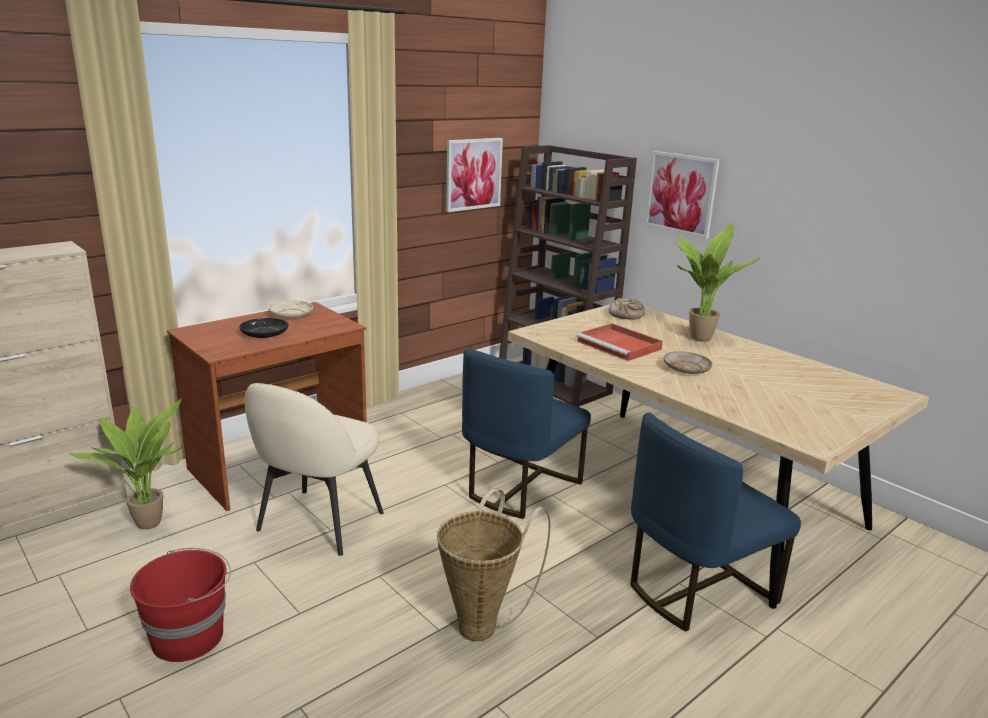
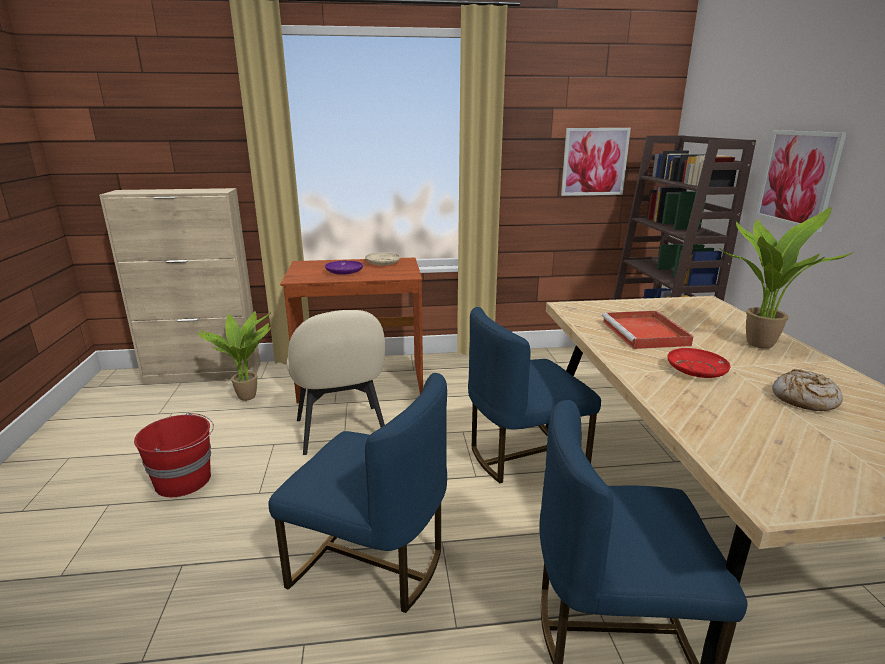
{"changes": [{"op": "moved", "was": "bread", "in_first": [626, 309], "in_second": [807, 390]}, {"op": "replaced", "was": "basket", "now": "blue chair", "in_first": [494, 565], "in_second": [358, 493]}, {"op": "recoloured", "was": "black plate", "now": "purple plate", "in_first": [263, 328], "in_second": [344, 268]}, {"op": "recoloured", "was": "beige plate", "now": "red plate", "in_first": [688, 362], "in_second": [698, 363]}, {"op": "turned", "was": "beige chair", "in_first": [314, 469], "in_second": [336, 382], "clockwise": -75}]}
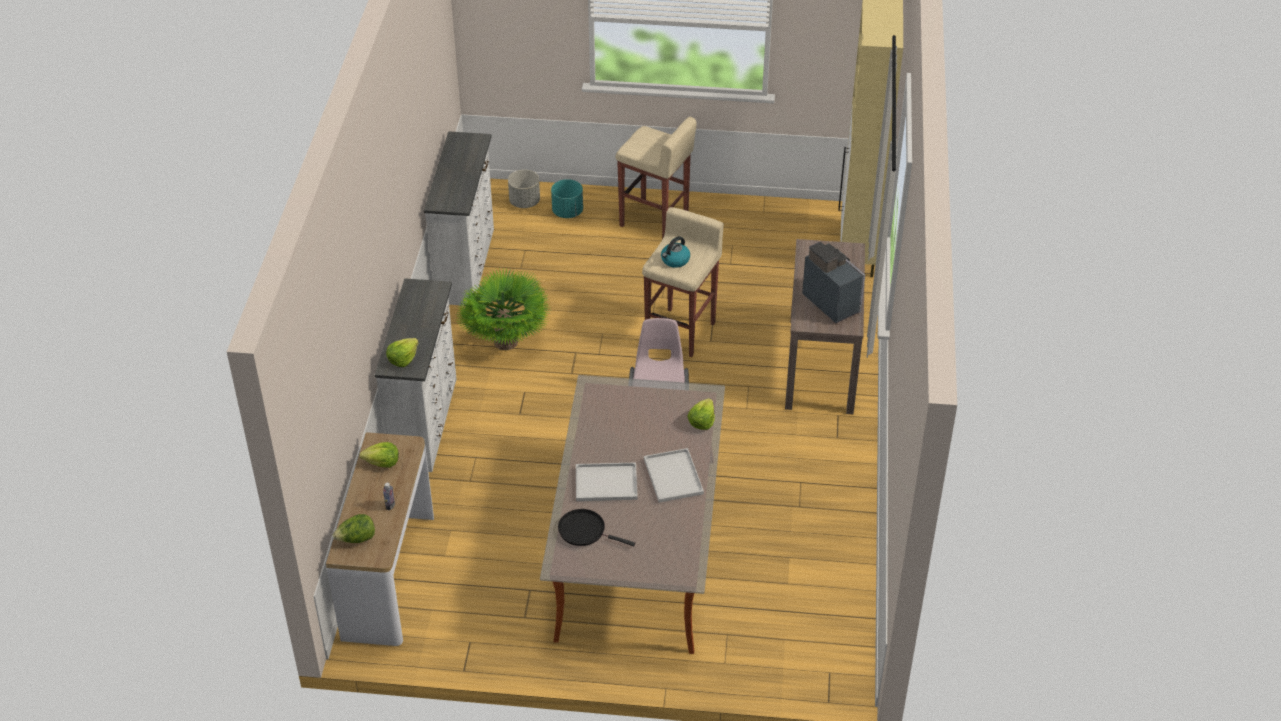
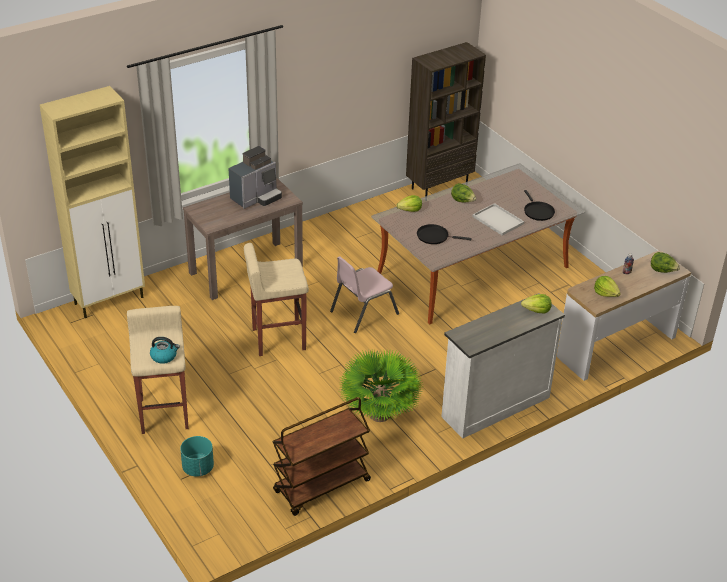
{"changes": [{"op": "removed", "was": "grey planter", "in_first": [524, 189]}, {"op": "added", "now": "brown bookcase", "in_second": [446, 119]}, {"op": "added", "now": "black frying pan", "in_second": [444, 234]}, {"op": "moved", "was": "kettle", "in_first": [675, 252], "in_second": [165, 350]}, {"op": "replaced", "was": "white dresser", "now": "brown cart", "in_first": [459, 218], "in_second": [322, 456]}, {"op": "replaced", "was": "white tray", "now": "lettuce", "in_first": [674, 475], "in_second": [463, 193]}, {"op": "turned", "was": "coffee machine", "in_first": [833, 282], "in_second": [255, 177], "clockwise": -150}]}
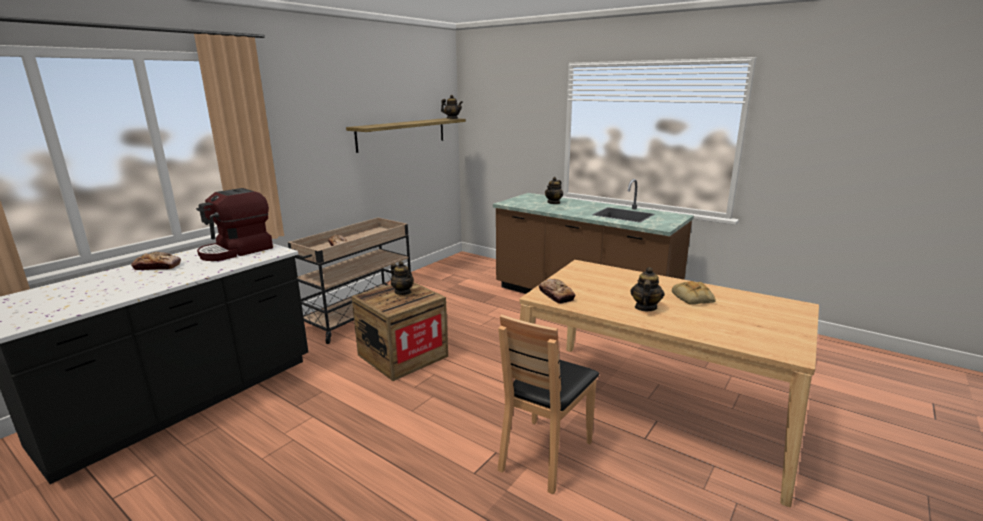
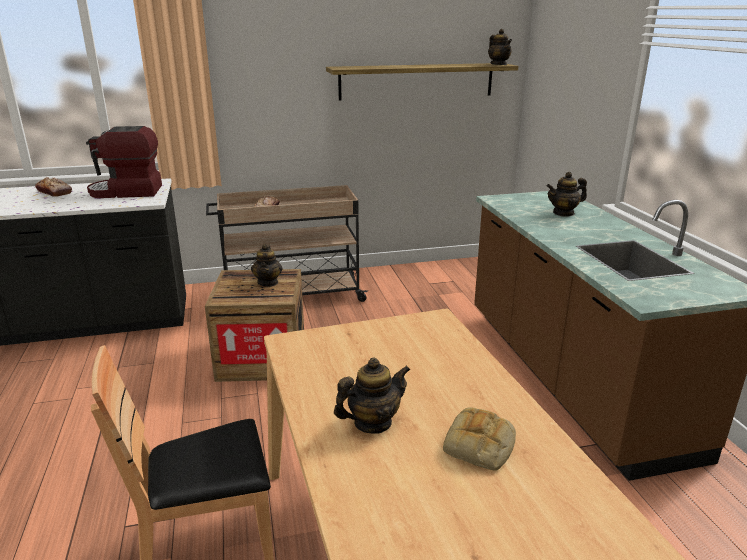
{"changes": [{"op": "removed", "was": "bread", "in_first": [557, 291]}]}
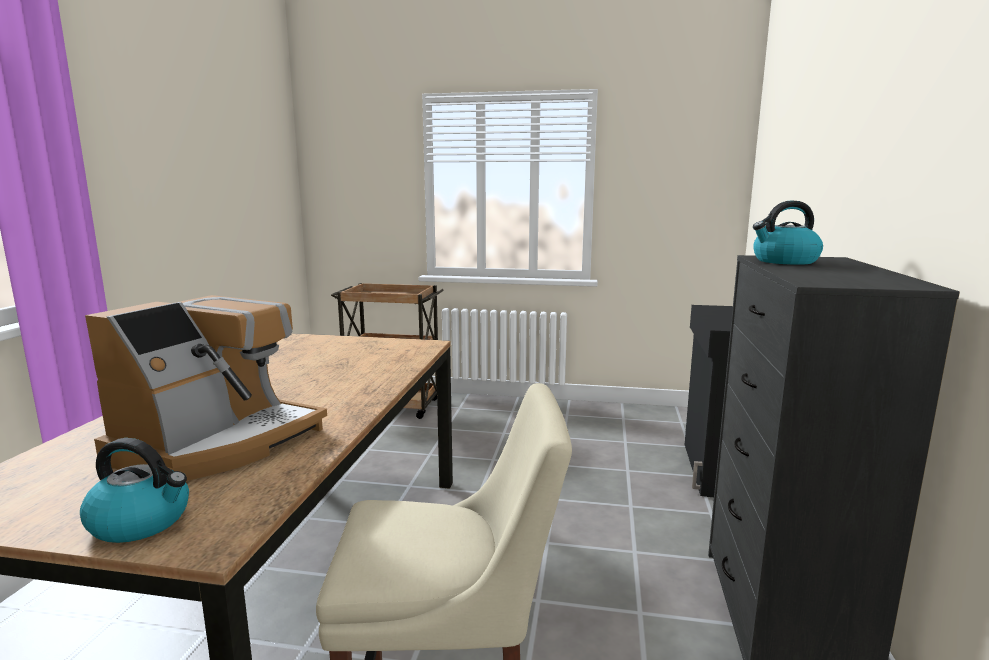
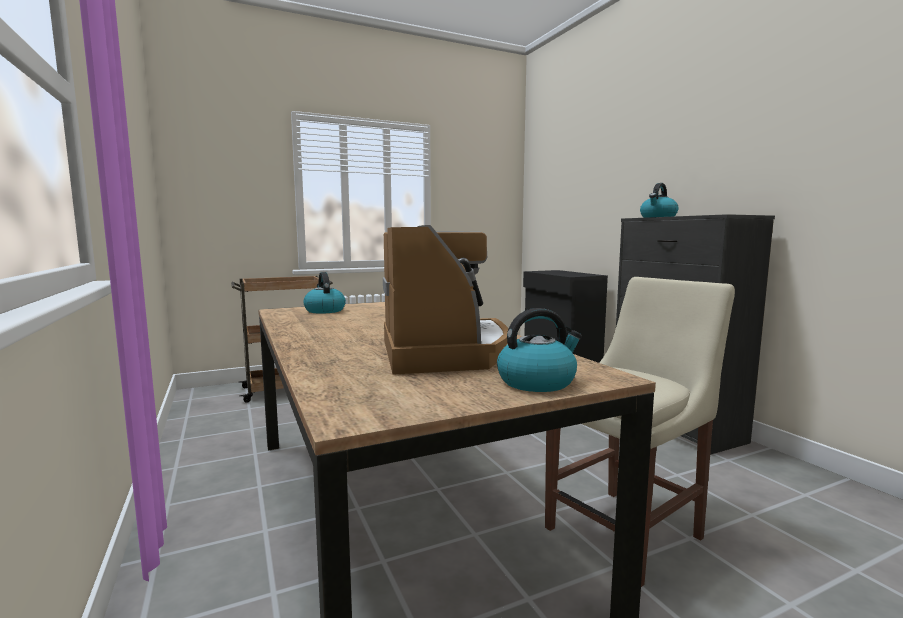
{"changes": [{"op": "added", "now": "kettle", "in_second": [324, 293]}]}
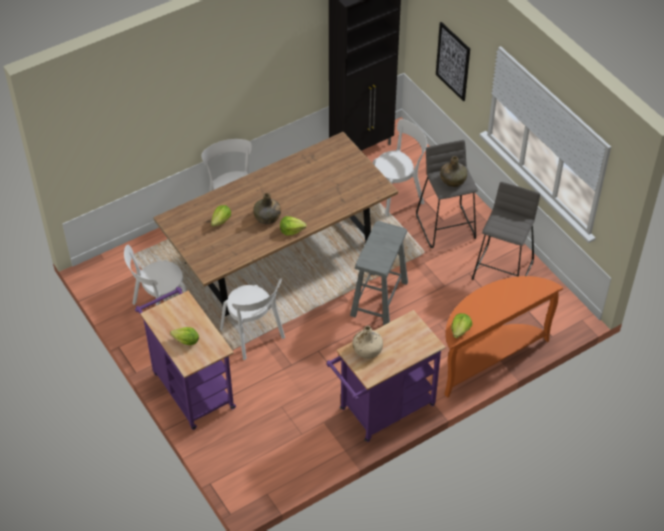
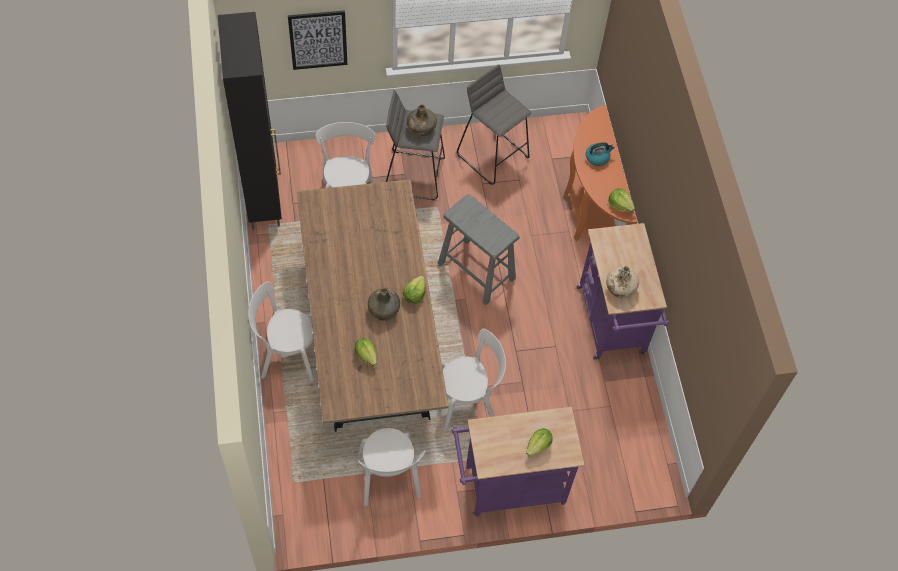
{"changes": [{"op": "added", "now": "kettle", "in_second": [600, 154]}]}
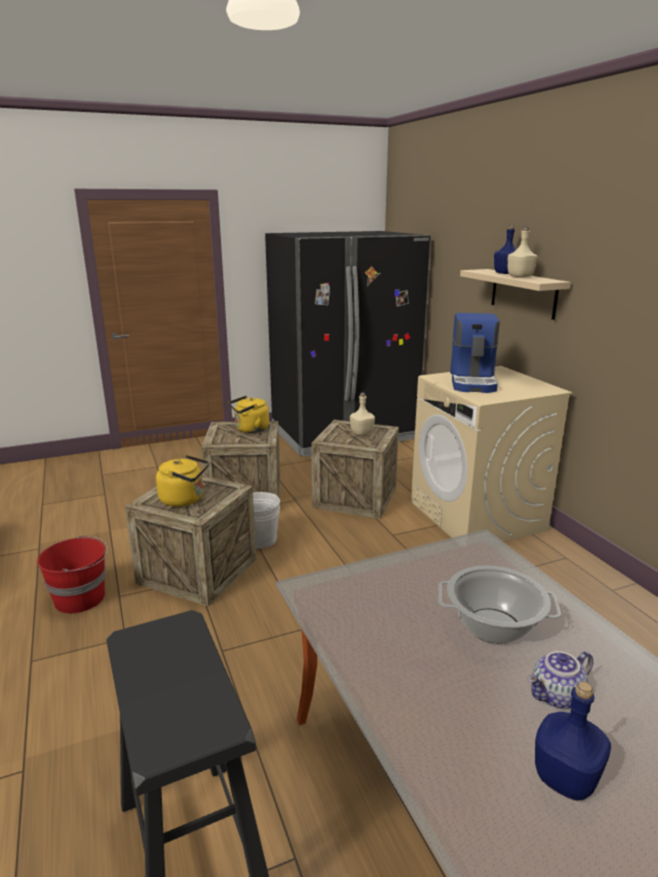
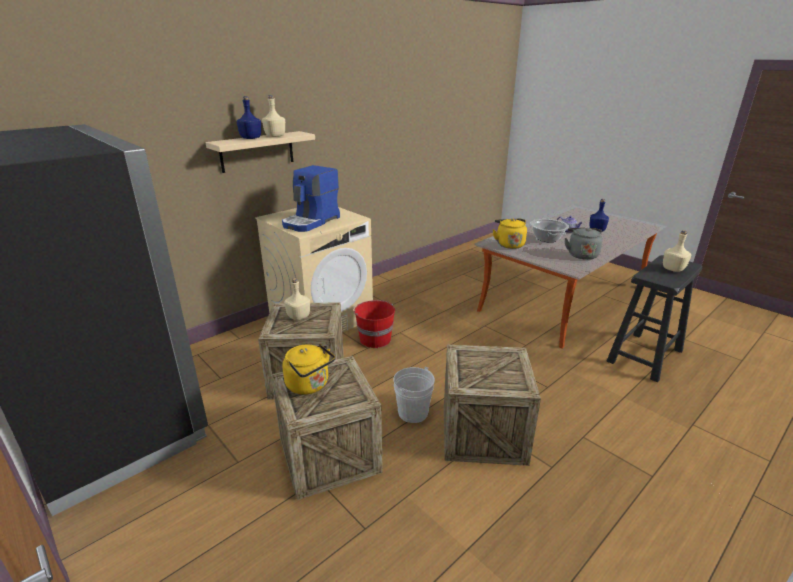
{"changes": [{"op": "added", "now": "grey kettle", "in_second": [583, 244]}, {"op": "added", "now": "beige bottle", "in_second": [677, 251]}, {"op": "moved", "was": "red bucket", "in_first": [72, 575], "in_second": [374, 324]}, {"op": "moved", "was": "yellow kettle", "in_first": [182, 481], "in_second": [509, 234]}, {"op": "turned", "was": "coffee machine", "in_first": [475, 353], "in_second": [311, 198], "clockwise": 135}]}
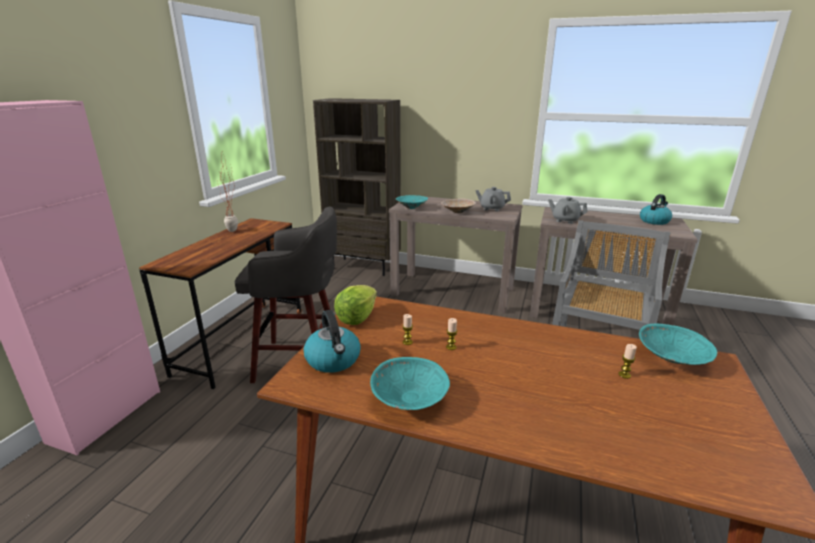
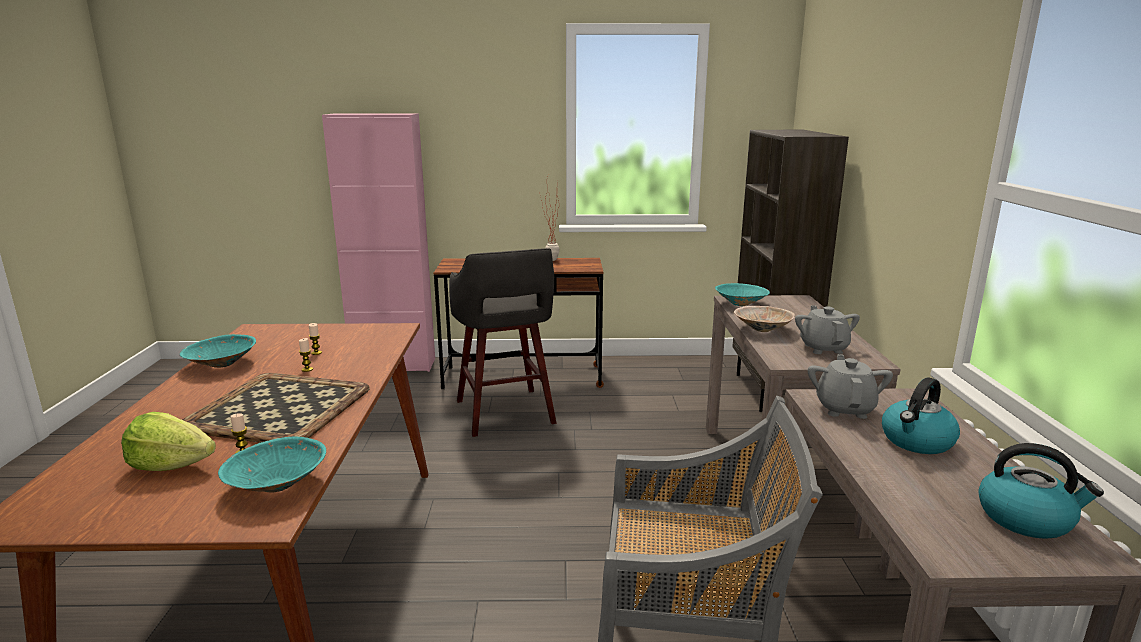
{"changes": [{"op": "added", "now": "tray", "in_second": [276, 408]}, {"op": "moved", "was": "kettle", "in_first": [332, 341], "in_second": [921, 415]}, {"op": "moved", "was": "lettuce", "in_first": [355, 305], "in_second": [168, 441]}]}
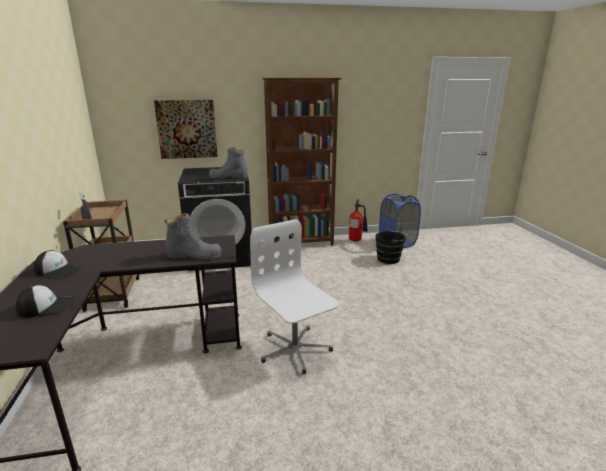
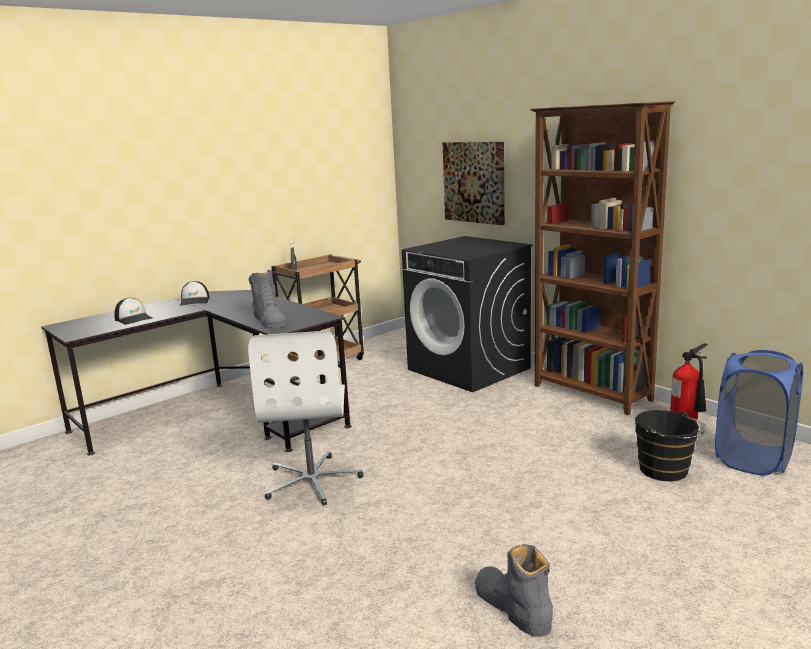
{"changes": [{"op": "moved", "was": "grey boot", "in_first": [228, 163], "in_second": [514, 590]}, {"op": "turned", "was": "white office chair", "in_first": [294, 296], "in_second": [305, 418], "clockwise": 150}]}
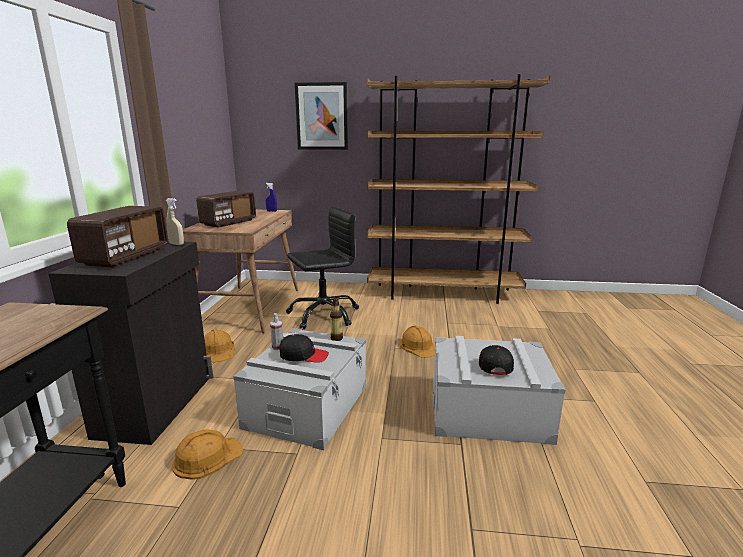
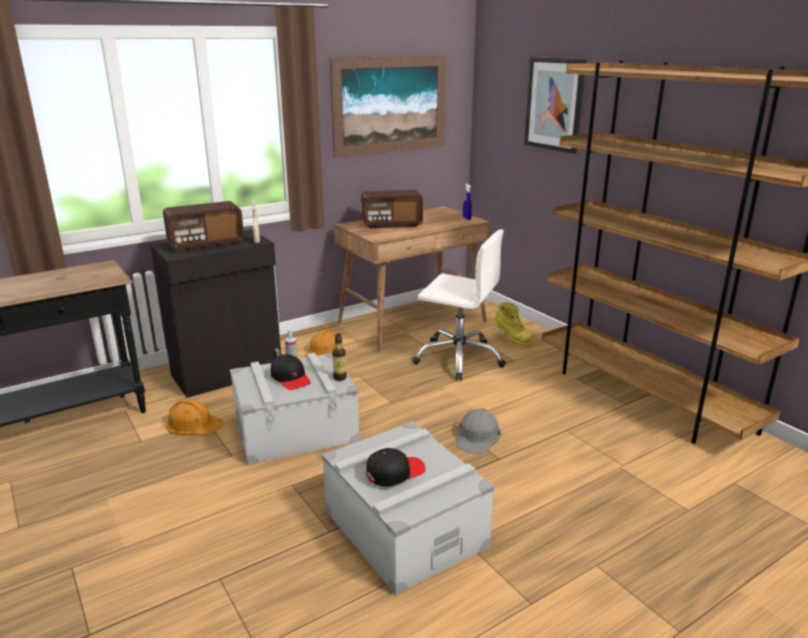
{"changes": [{"op": "added", "now": "picture", "in_second": [387, 106]}, {"op": "added", "now": "yellow boot", "in_second": [514, 324]}, {"op": "recoloured", "was": "black office chair", "now": "white office chair", "in_first": [322, 267], "in_second": [459, 304]}, {"op": "recoloured", "was": "orange hard hat", "now": "grey hard hat", "in_first": [417, 341], "in_second": [479, 431]}]}
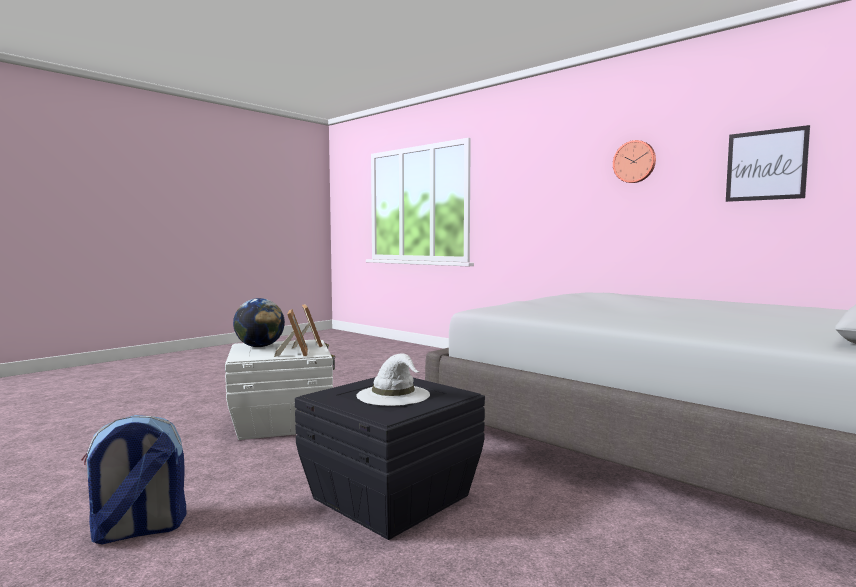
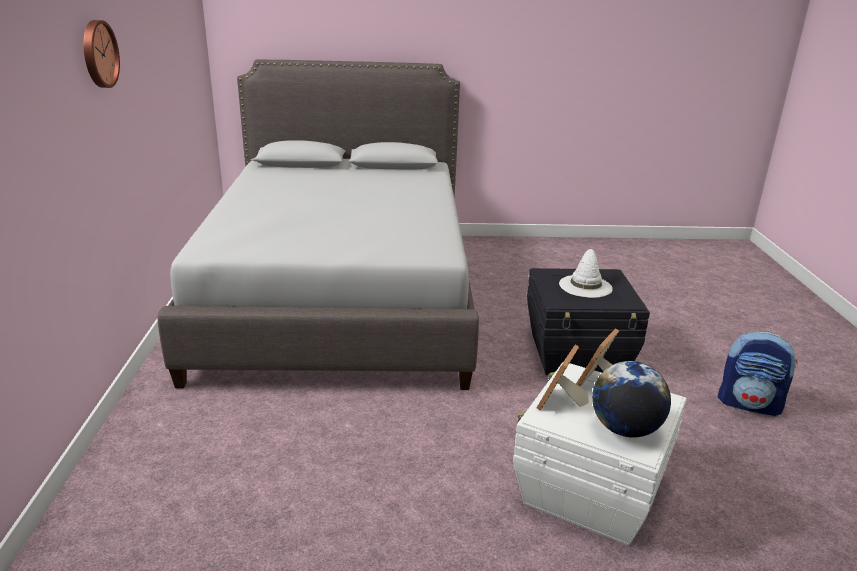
{"changes": [{"op": "removed", "was": "picture", "in_first": [768, 163]}]}
